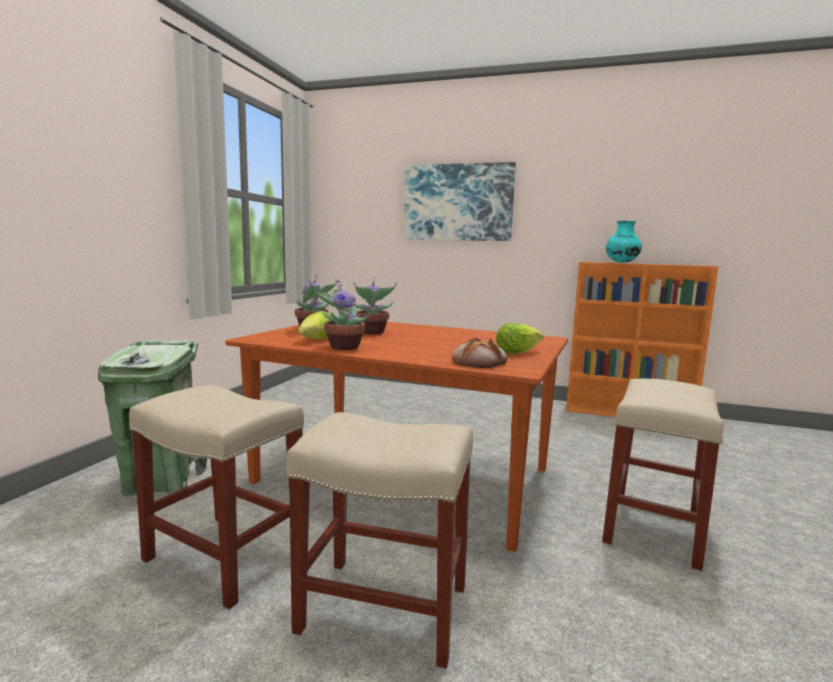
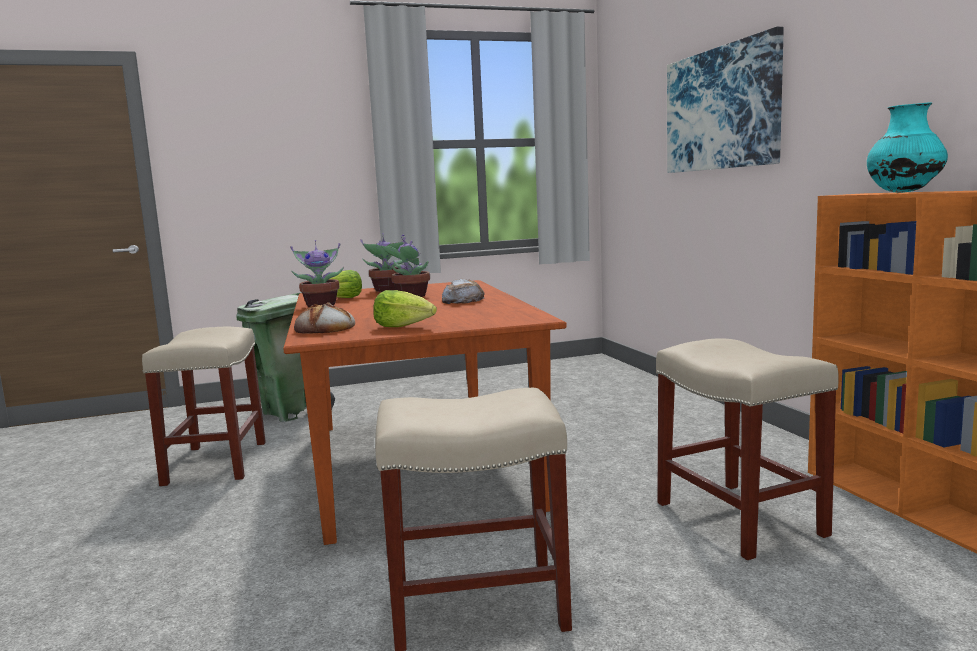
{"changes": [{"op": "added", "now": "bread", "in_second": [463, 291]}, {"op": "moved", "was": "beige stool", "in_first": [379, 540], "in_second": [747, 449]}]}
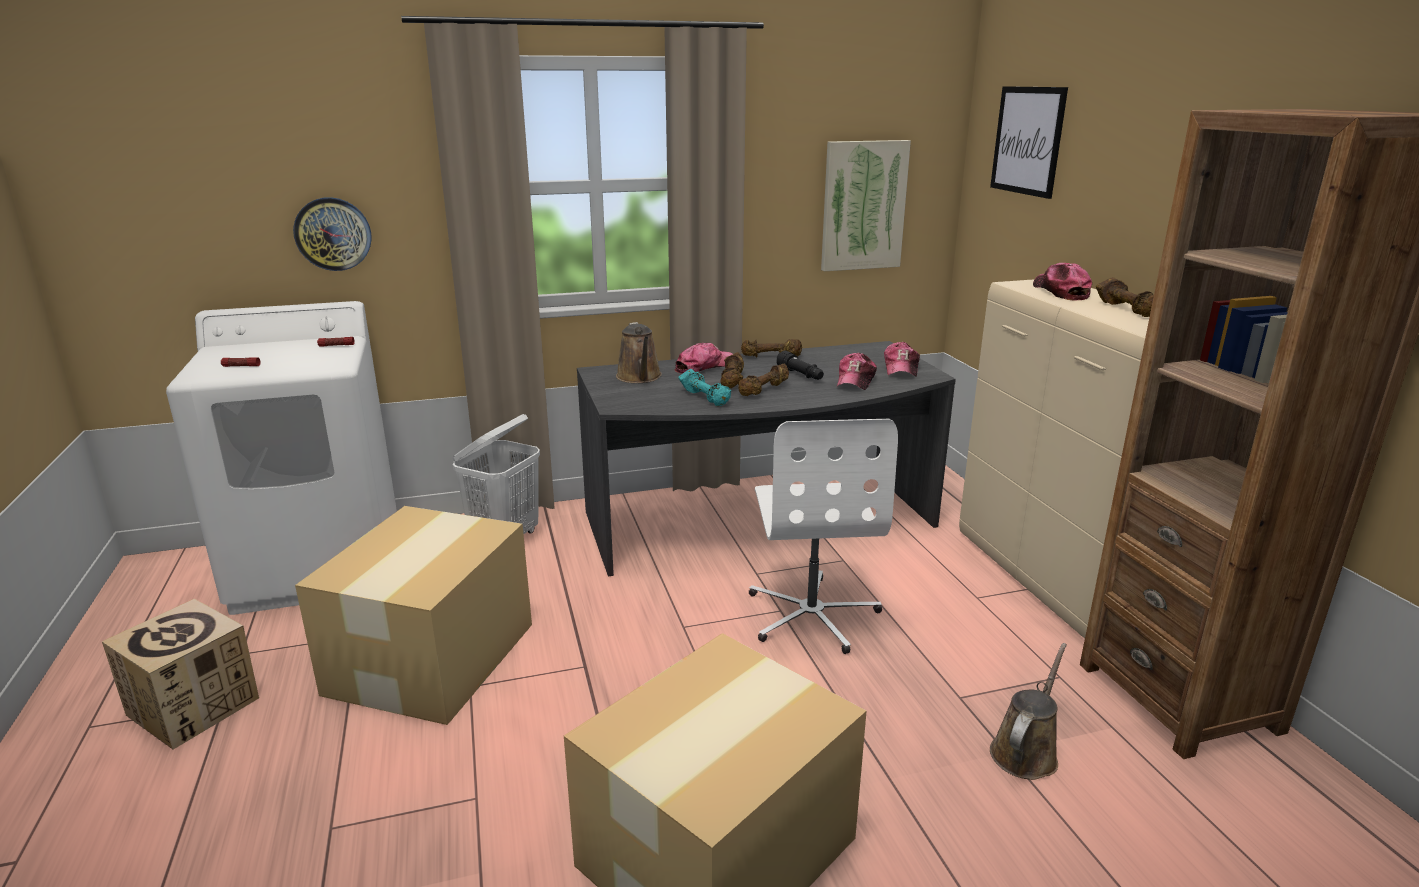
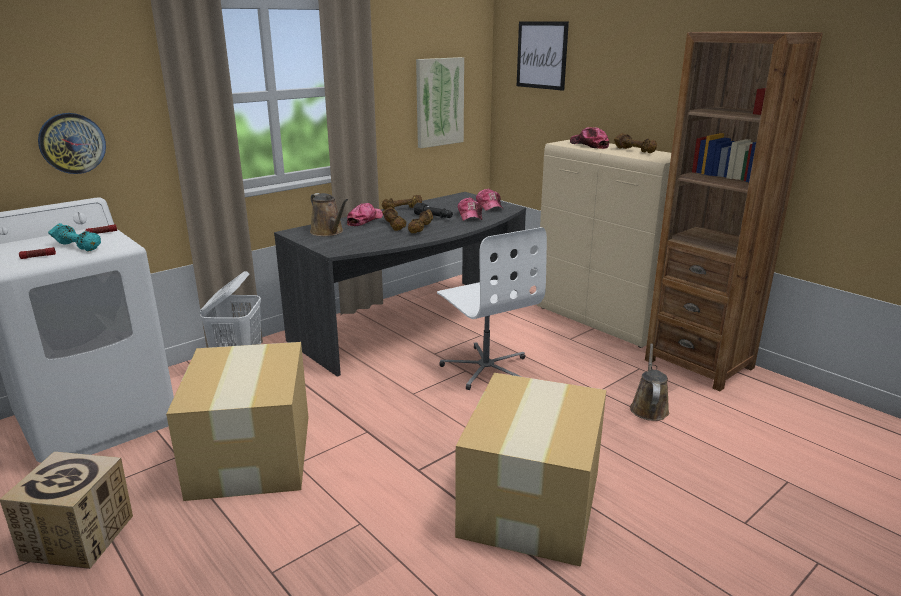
{"changes": [{"op": "moved", "was": "turquoise dumbbell", "in_first": [704, 387], "in_second": [74, 237]}]}
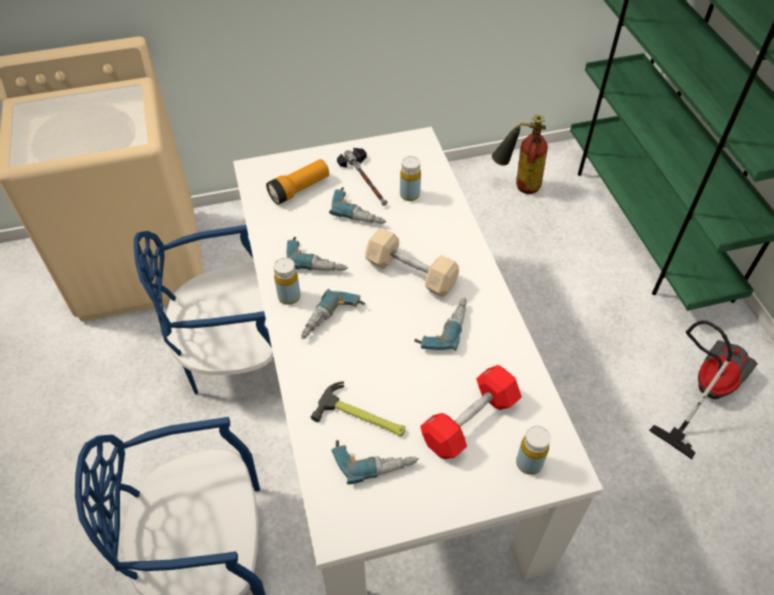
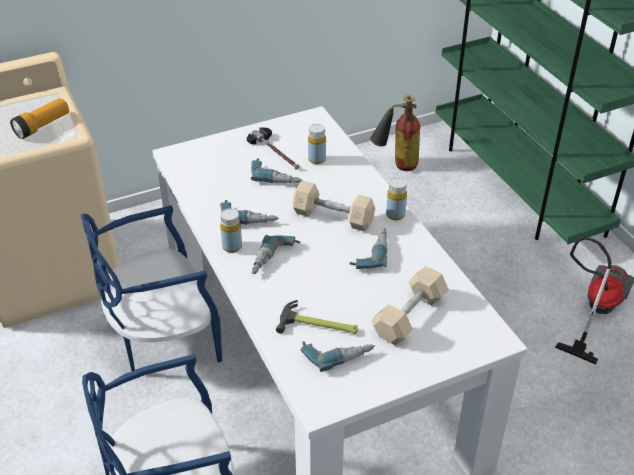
{"changes": [{"op": "moved", "was": "flashlight", "in_first": [297, 182], "in_second": [39, 118]}, {"op": "moved", "was": "yellow bottle", "in_first": [533, 450], "in_second": [396, 198]}, {"op": "recoloured", "was": "red dumbbell", "now": "beige dumbbell", "in_first": [471, 412], "in_second": [410, 305]}]}
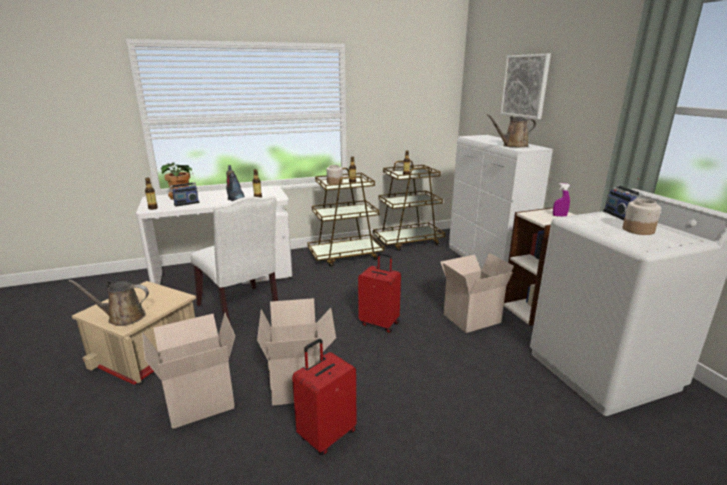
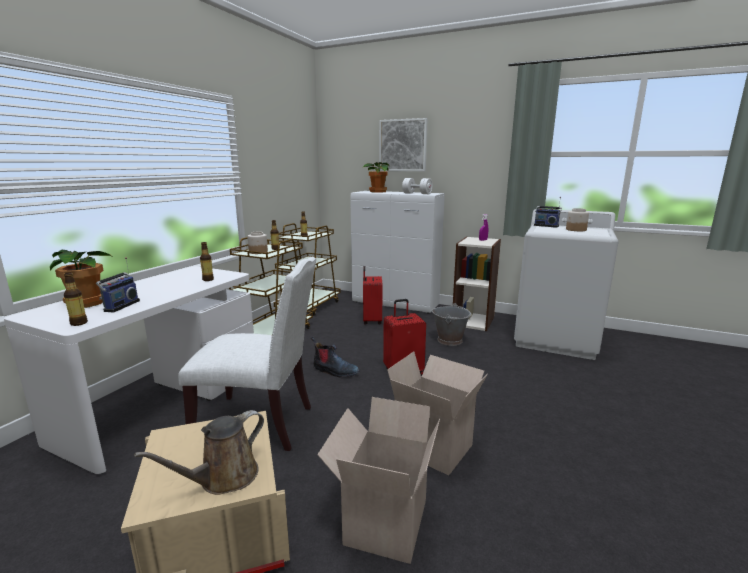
{"changes": [{"op": "added", "now": "potted plant", "in_second": [375, 177]}, {"op": "moved", "was": "boot", "in_first": [235, 183], "in_second": [335, 357]}, {"op": "moved", "was": "red suitcase", "in_first": [324, 397], "in_second": [372, 295]}, {"op": "replaced", "was": "cardboard box", "now": "grey bucket", "in_first": [477, 293], "in_second": [451, 324]}, {"op": "replaced", "was": "brown watering can", "now": "white dumbbell", "in_first": [511, 131], "in_second": [417, 186]}]}
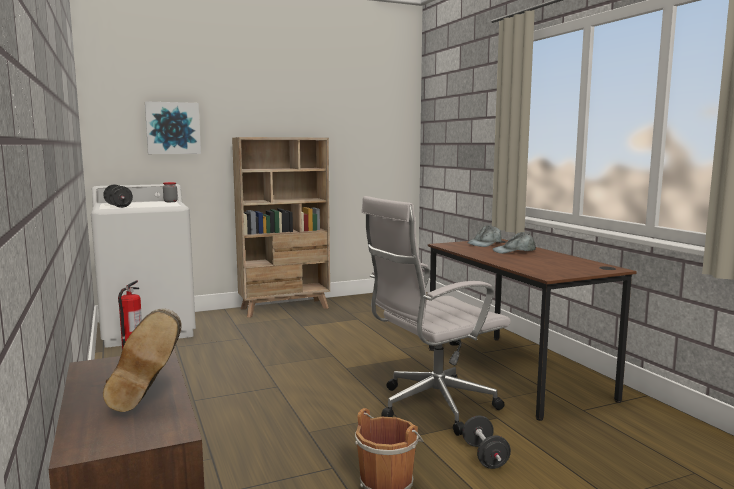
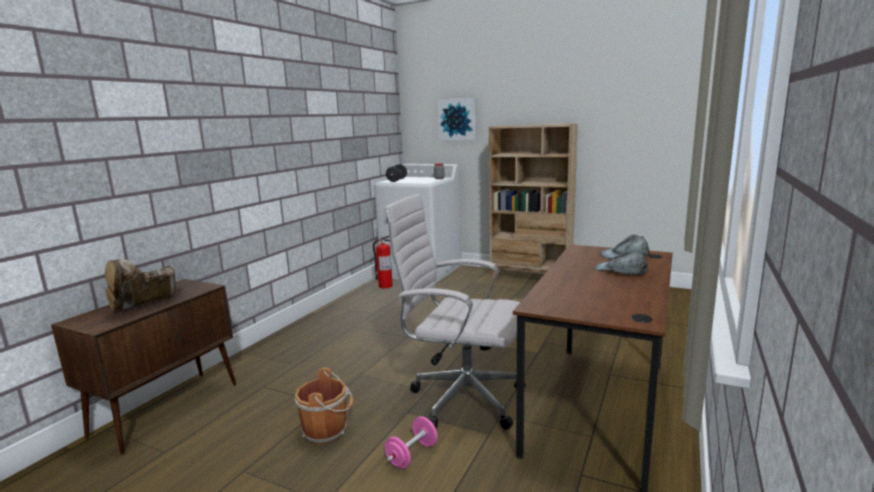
{"changes": [{"op": "recoloured", "was": "black dumbbell", "now": "pink dumbbell", "in_first": [486, 442], "in_second": [411, 442]}]}
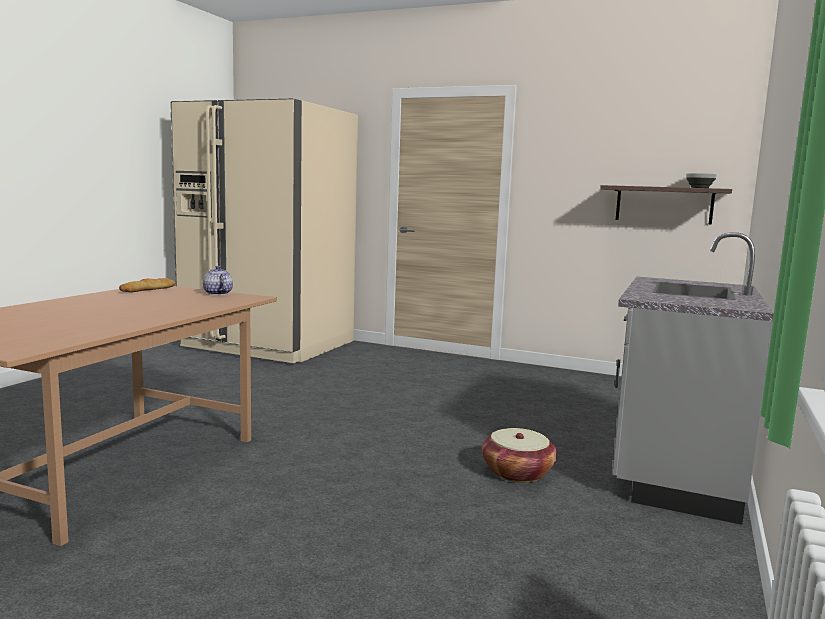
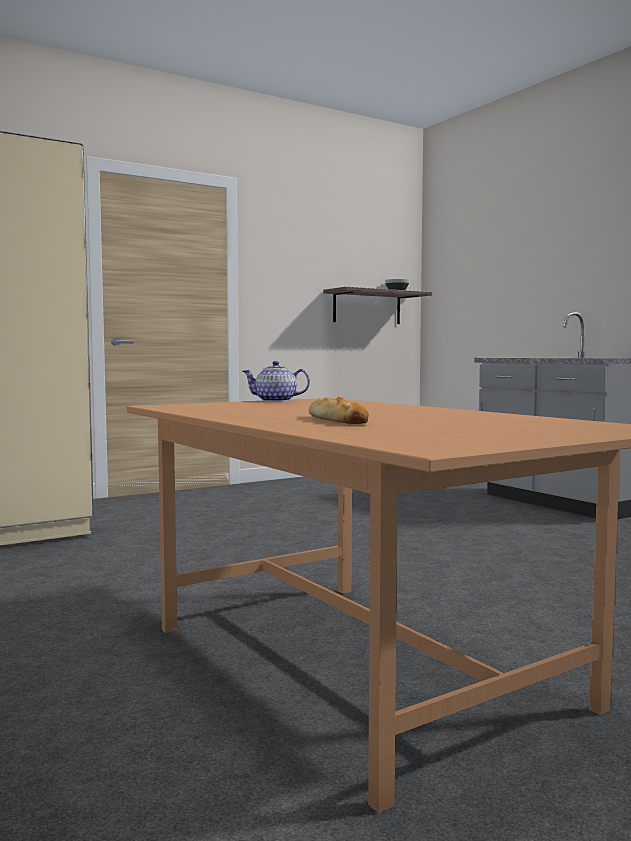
{"changes": [{"op": "removed", "was": "basket", "in_first": [519, 455]}, {"op": "moved", "was": "bread", "in_first": [147, 285], "in_second": [338, 410]}]}
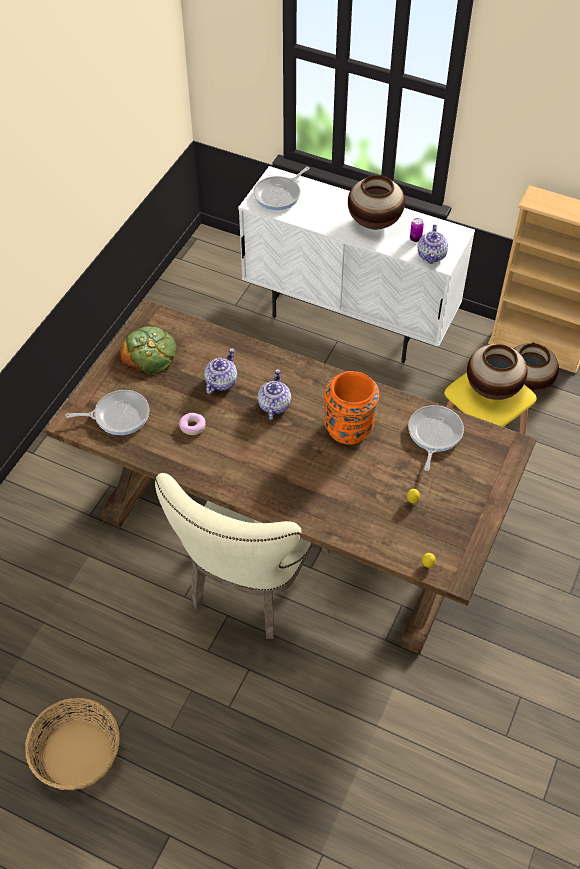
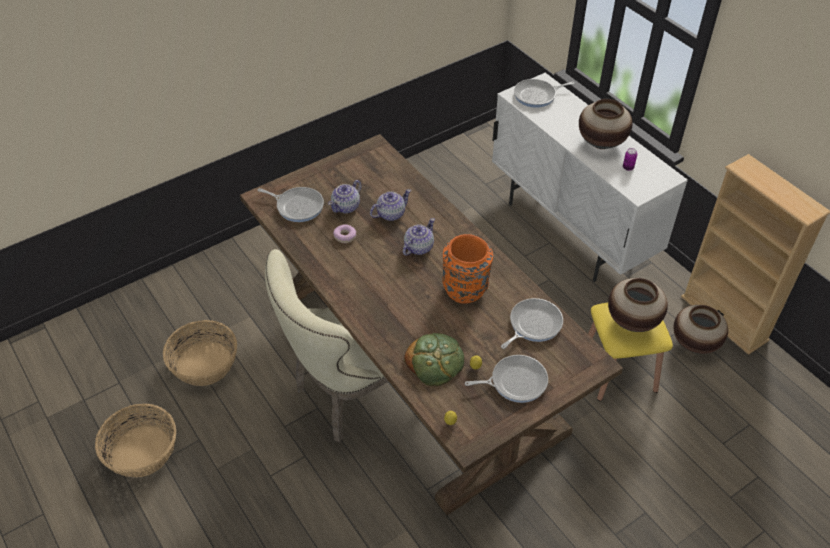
{"changes": [{"op": "added", "now": "basket", "in_second": [200, 353]}, {"op": "added", "now": "frying pan", "in_second": [506, 379]}, {"op": "moved", "was": "bread", "in_first": [148, 350], "in_second": [434, 359]}, {"op": "moved", "was": "teapot", "in_first": [433, 244], "in_second": [345, 197]}]}
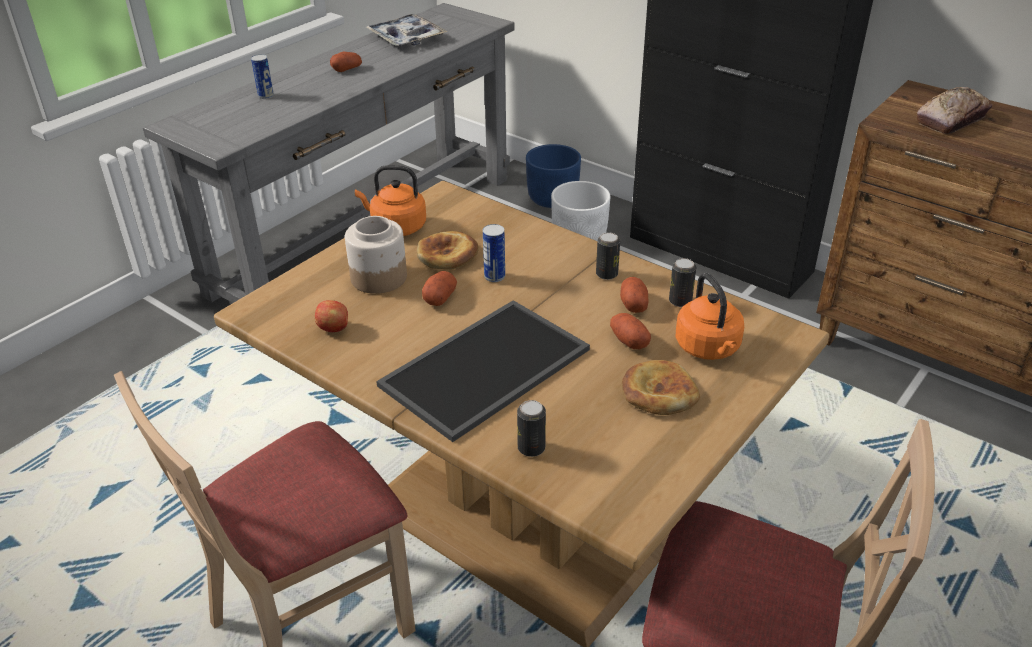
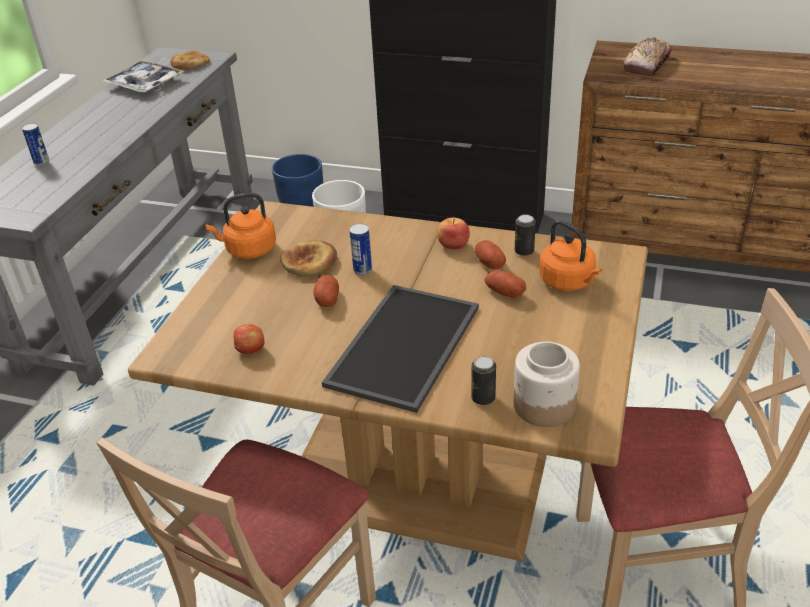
{"changes": [{"op": "removed", "was": "potato", "in_first": [346, 62]}, {"op": "moved", "was": "jar", "in_first": [376, 255], "in_second": [547, 384]}, {"op": "moved", "was": "bread", "in_first": [661, 387], "in_second": [190, 60]}, {"op": "replaced", "was": "can", "now": "apple", "in_first": [608, 256], "in_second": [453, 234]}]}
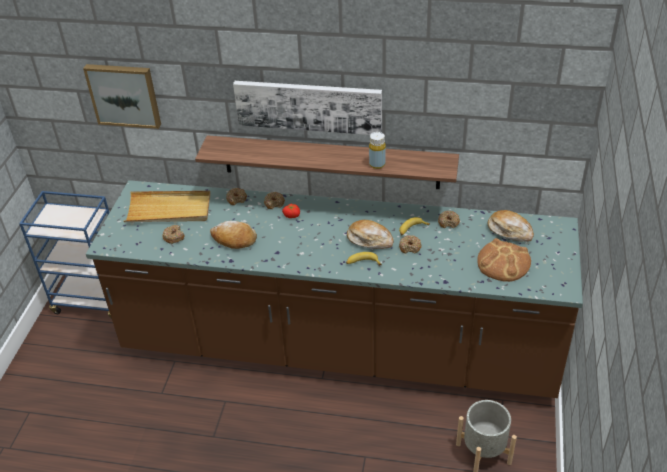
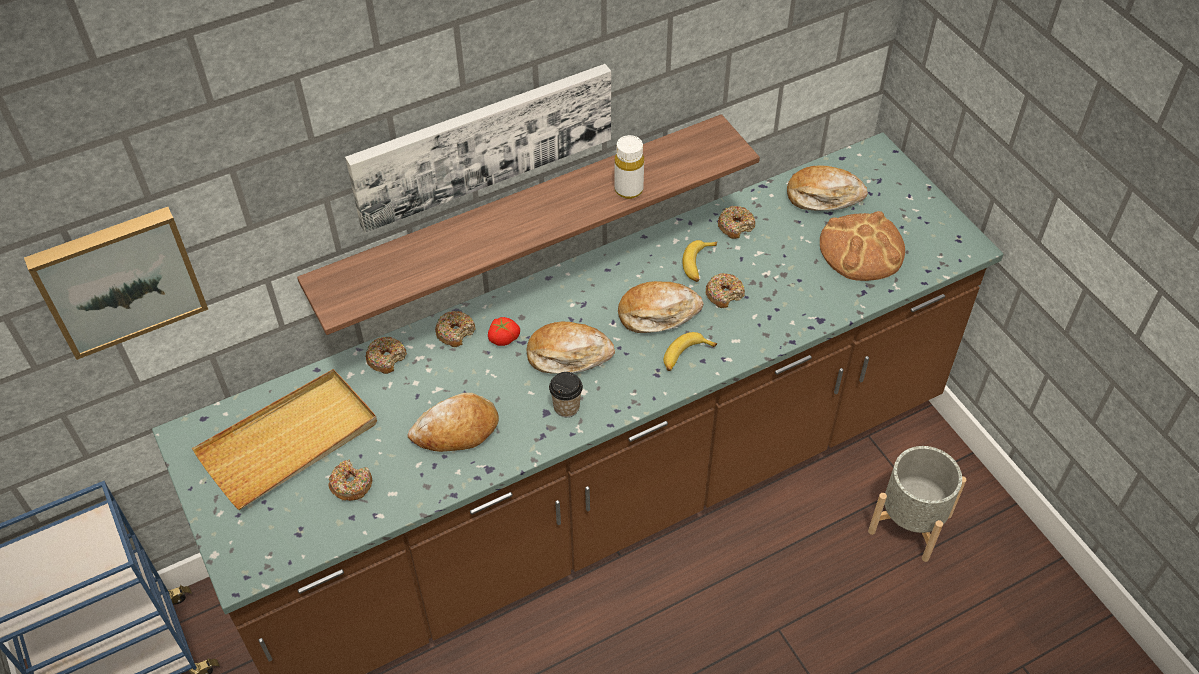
{"changes": [{"op": "added", "now": "bread", "in_second": [570, 348]}, {"op": "added", "now": "cup", "in_second": [566, 394]}, {"op": "recoloured", "was": "yellow bottle", "now": "white bottle", "in_first": [377, 150], "in_second": [629, 167]}]}
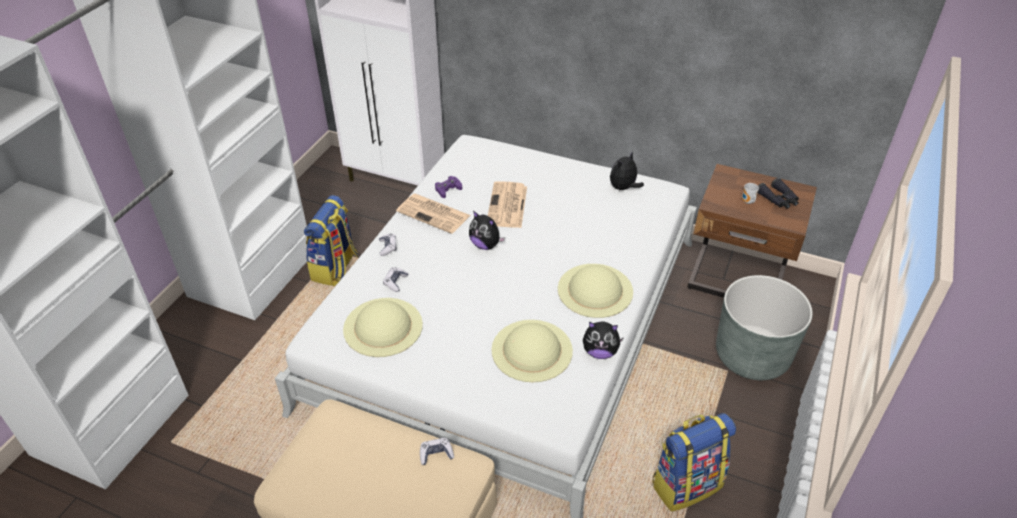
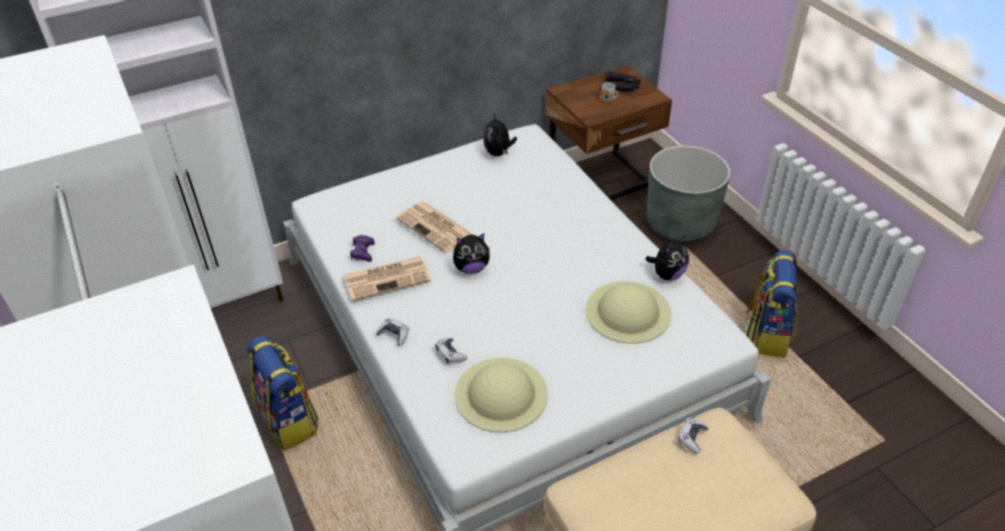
{"changes": [{"op": "removed", "was": "beige hat", "in_first": [595, 291]}]}
